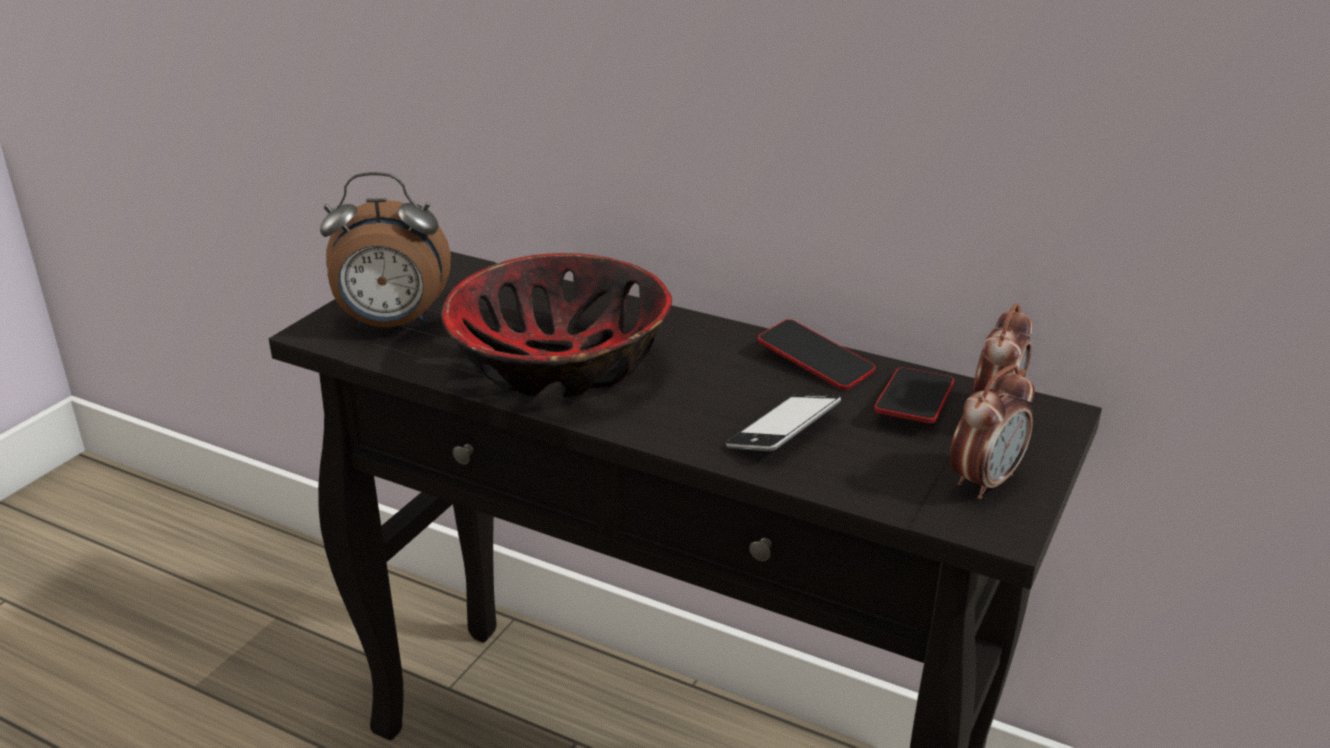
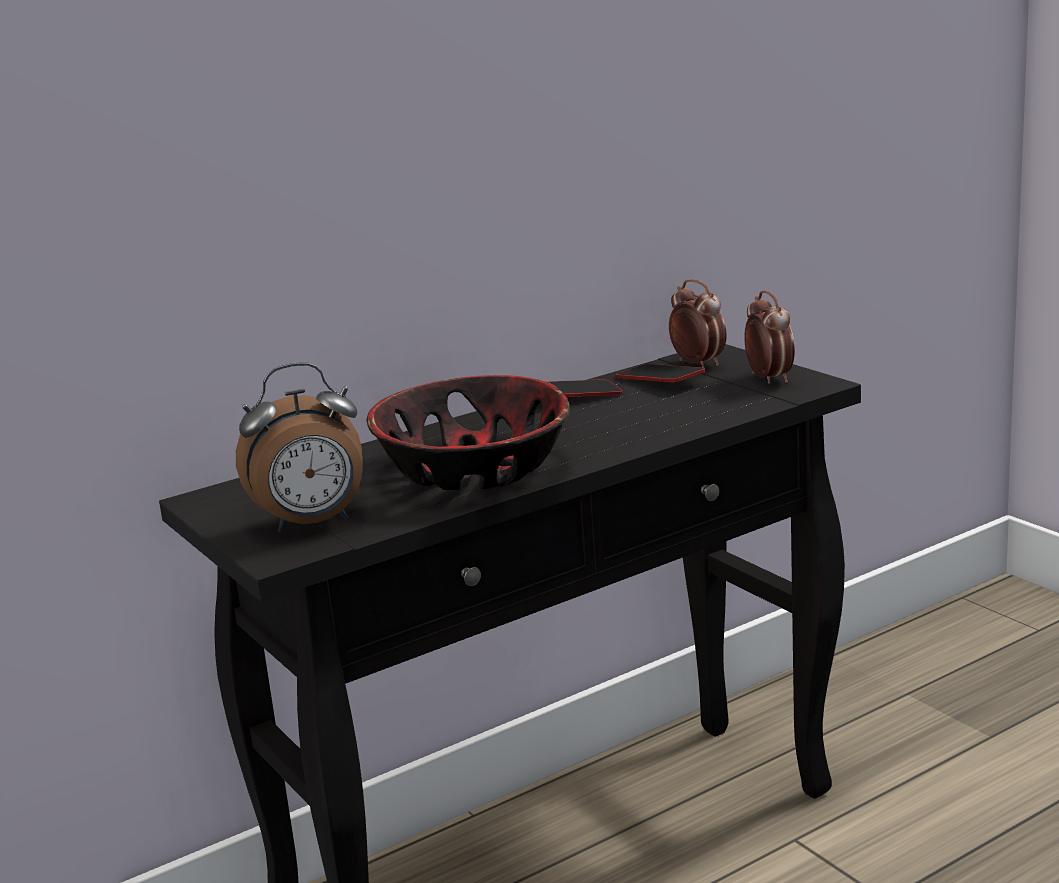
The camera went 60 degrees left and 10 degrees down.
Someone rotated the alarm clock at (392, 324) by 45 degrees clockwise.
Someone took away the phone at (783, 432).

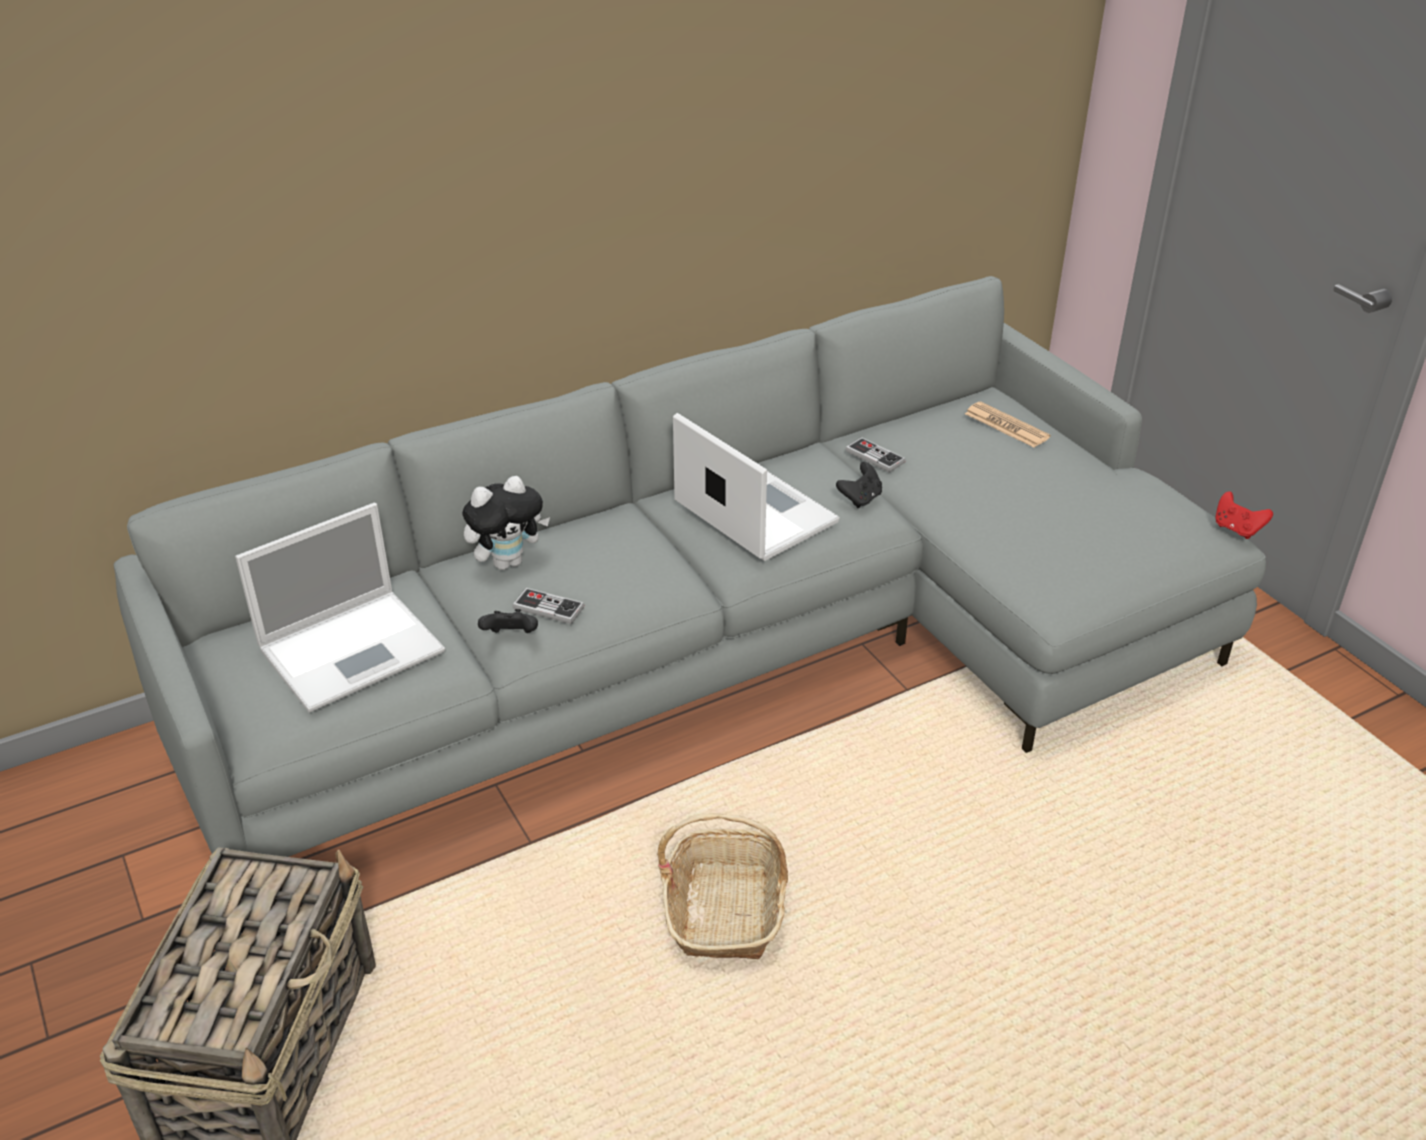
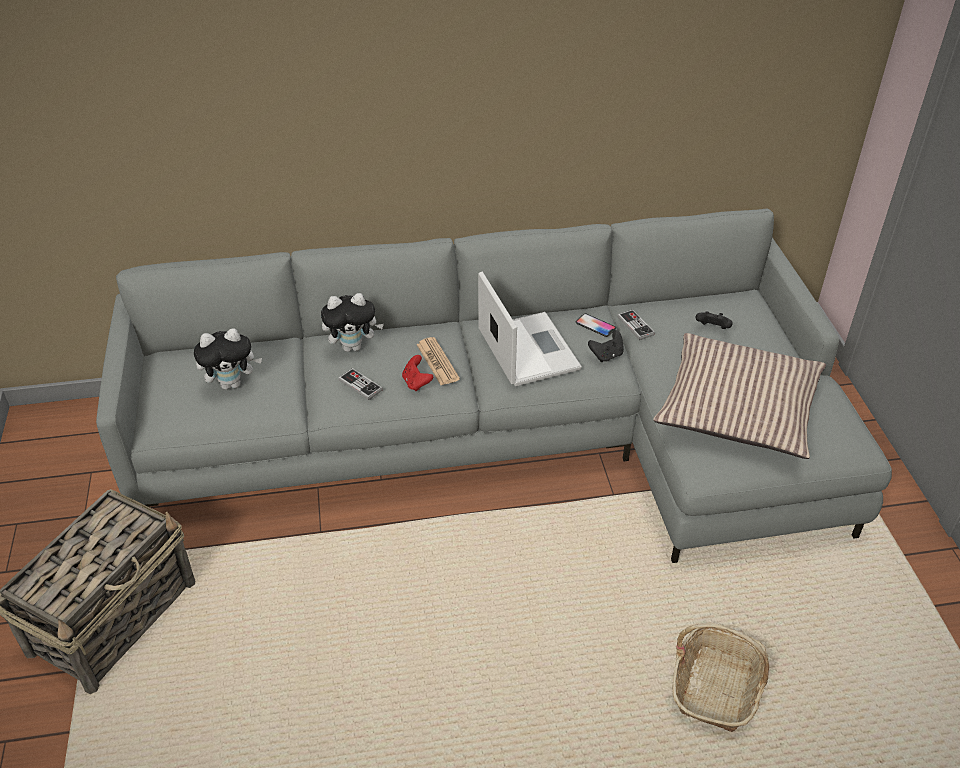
The camera went 20 degrees right and 5 degrees up.
Someone swapped the laptop at (354, 649) for the plush toy at (232, 383).
Someone carried the red game controller from (1237, 529) to (416, 383).
Someone carried the newspaper from (1006, 426) to (437, 362).
Someone put down the phone at (595, 326).
Someone put down the pillow at (738, 408).
Someone carried the basket from (725, 909) to (716, 686).
Someone carried the black game controller from (511, 637) to (712, 329).

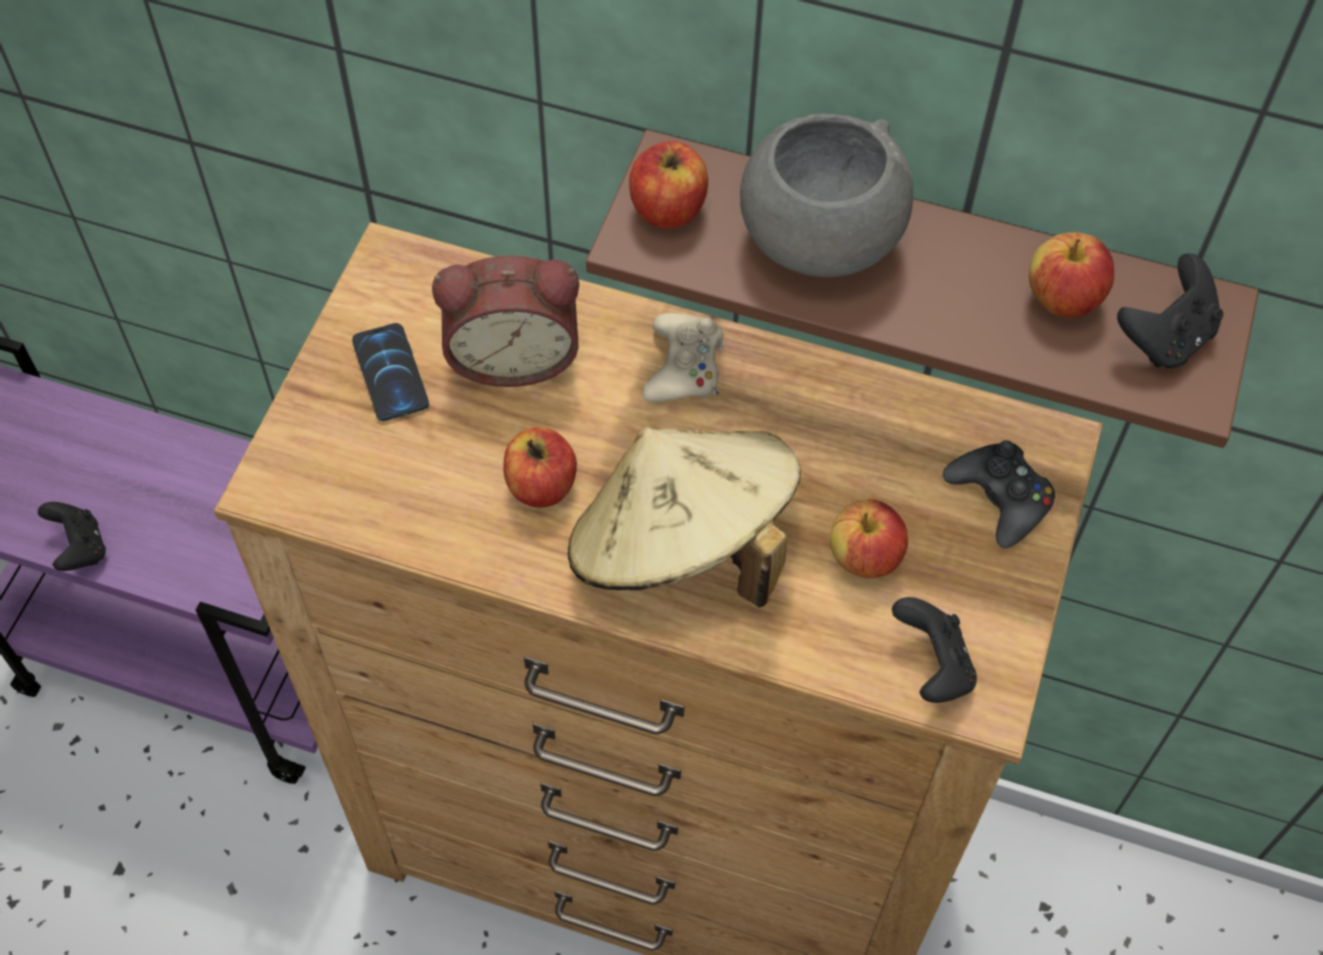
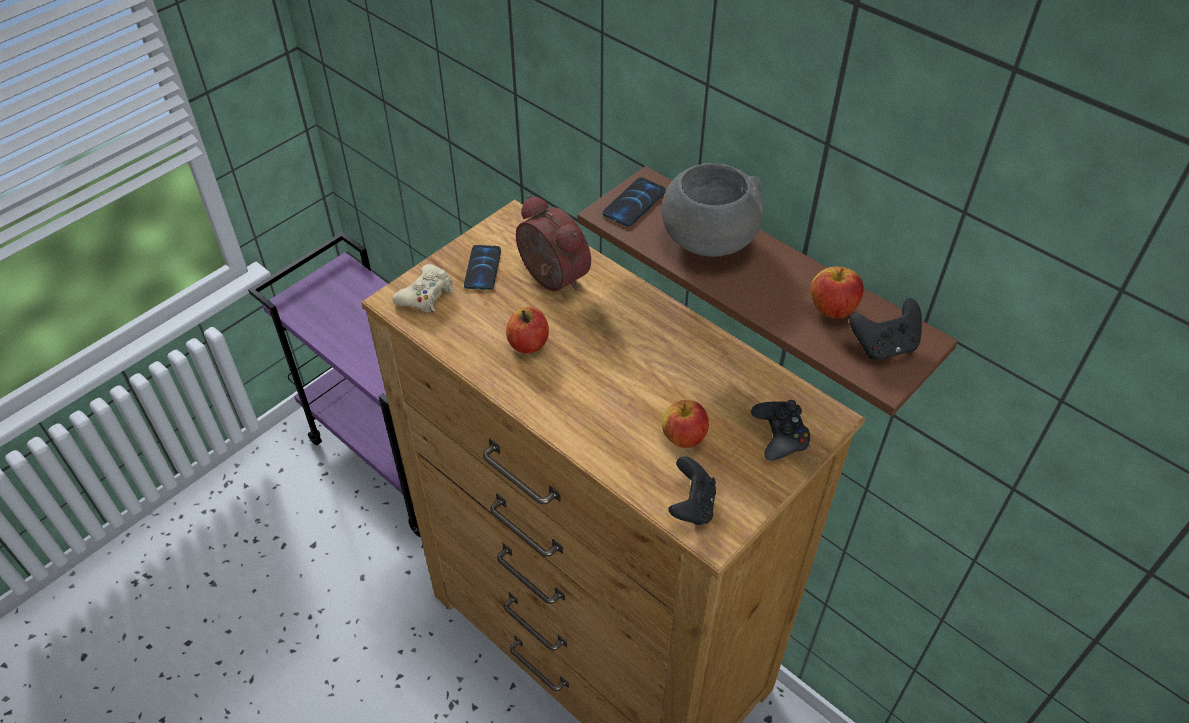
The camera went 25 degrees right and 10 degrees down.
Someone carried the beige game controller from (684, 367) to (426, 295).
Someone rotated the alarm clock at (513, 354) by 150 degrees counterclockwise.
Someone swapped the apple at (667, 208) for the phone at (634, 203).
Someone took away the black game controller at (80, 548).
Someone took away the beige hat at (681, 549).

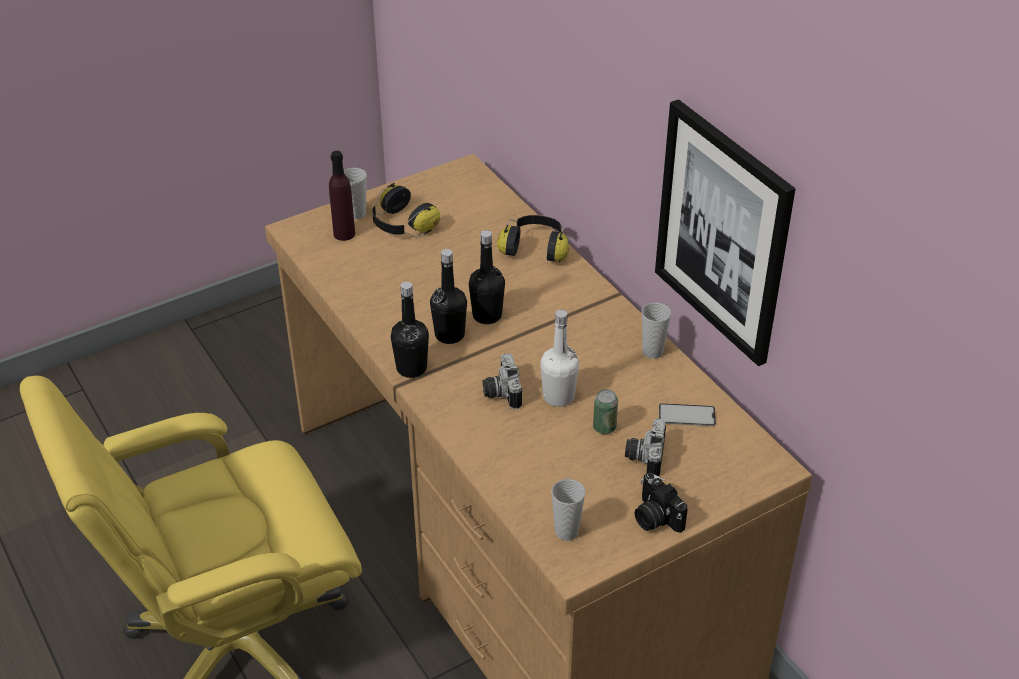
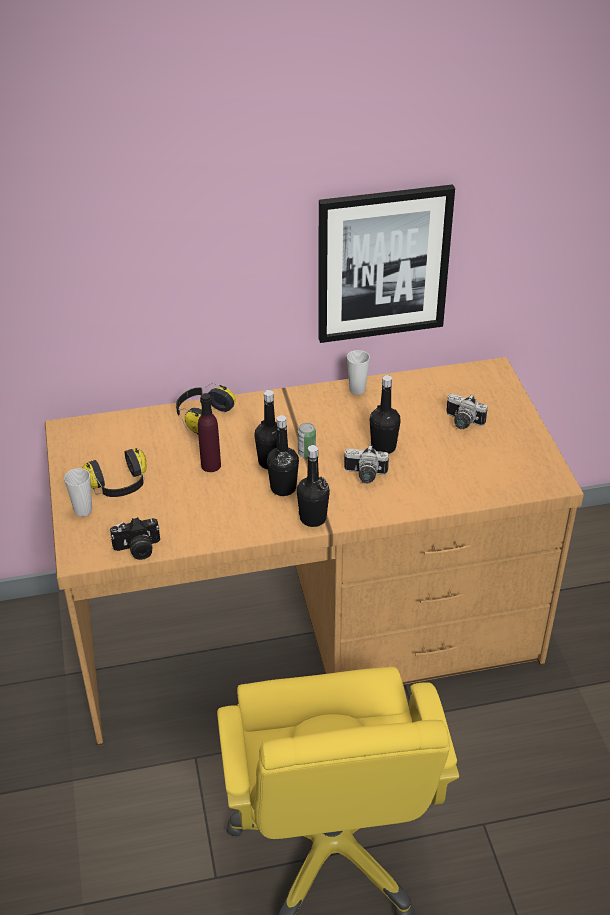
The camera went 70 degrees left and 0 degrees up.
Someone carried the photo camera from (655, 517) to (138, 549).
Someone carried the purple bottle from (344, 233) to (211, 465).
Someone carried the can from (604, 427) to (307, 453).
Someone repainted the white bottle at (558, 396), which became the black bottle at (383, 447).
Someone took away the cup at (566, 532).
Someone took away the phone at (687, 415).

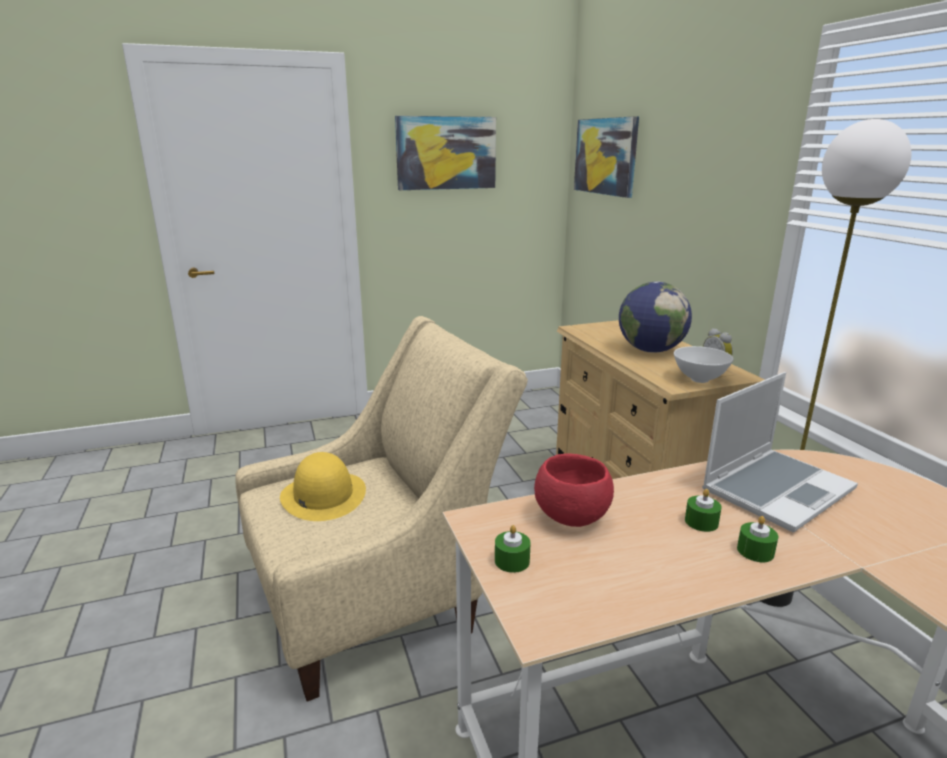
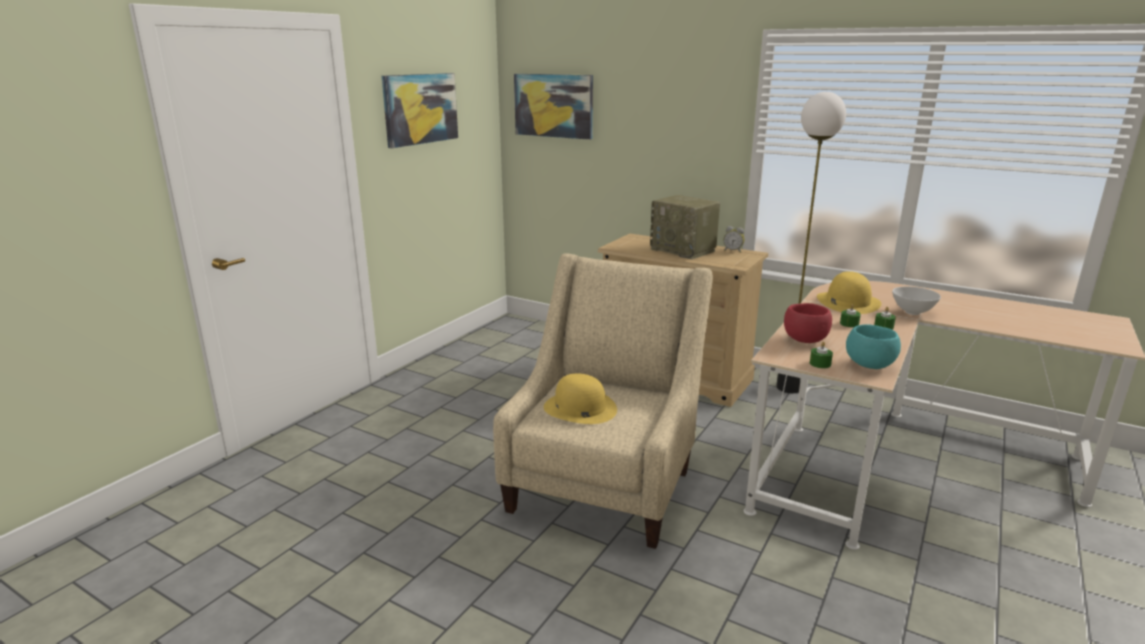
The camera went 40 degrees left and 0 degrees up.
Someone swapped the globe at (650, 350) for the radio at (684, 250).
Someone swapped the laptop at (776, 489) for the yellow hat at (847, 302).
Someone put down the turquoise bowl at (870, 365).
Someone carried the white bowl from (699, 380) to (913, 313).

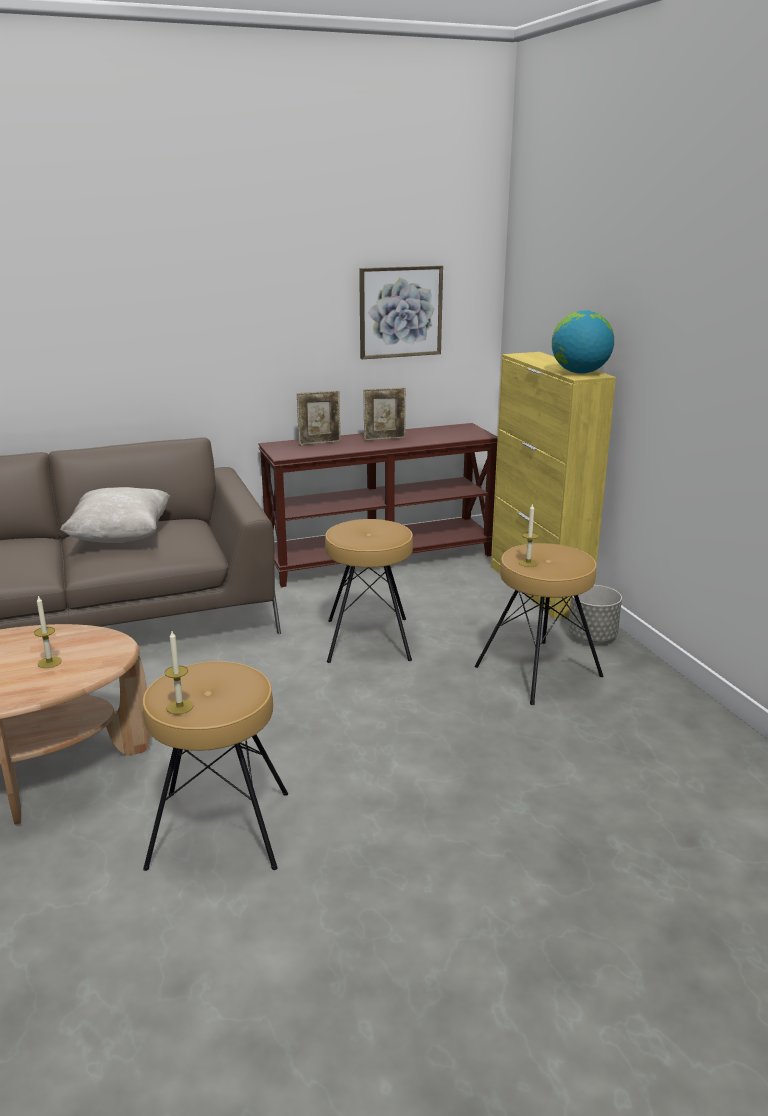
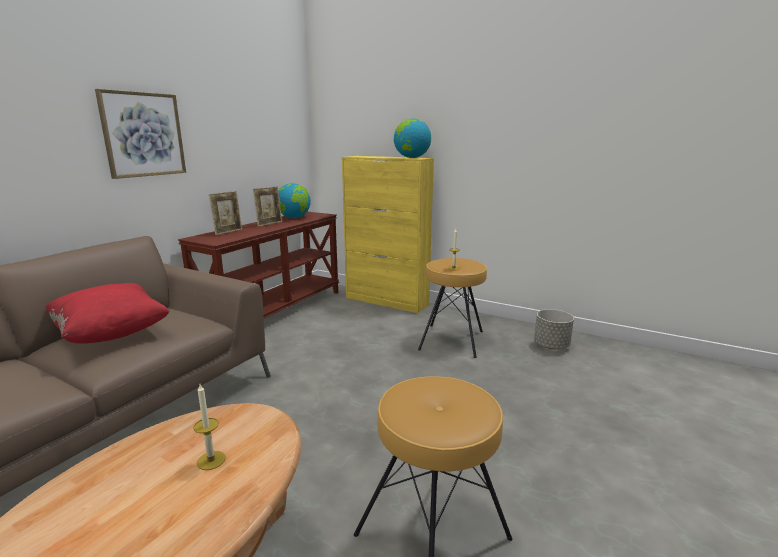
The camera went 40 degrees left and 5 degrees down.
Someone repainted the beige pillow at (121, 537), which became the red pillow at (112, 334).
Someone carried the picture from (400, 312) to (143, 134).
Someone put down the globe at (294, 218).
Someone carried the grey planter from (592, 636) to (551, 345).
Someone took away the candle at (180, 707).
Someone took away the brown stool at (369, 639).

